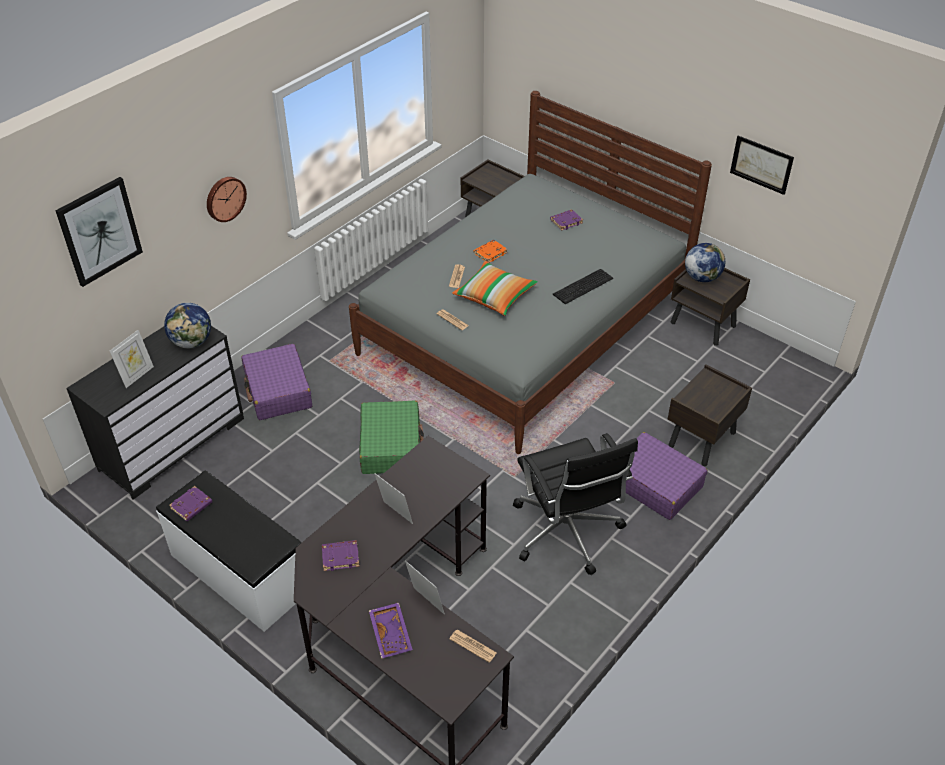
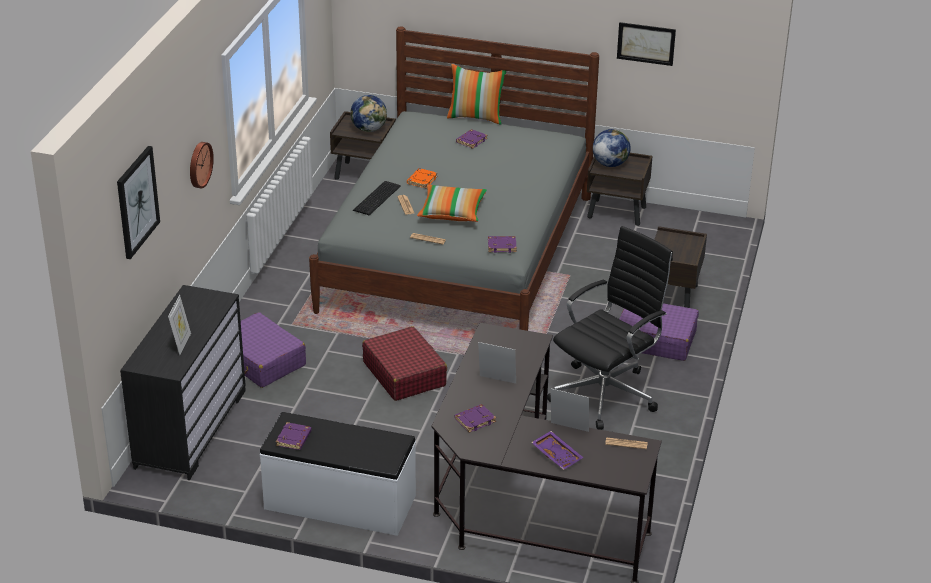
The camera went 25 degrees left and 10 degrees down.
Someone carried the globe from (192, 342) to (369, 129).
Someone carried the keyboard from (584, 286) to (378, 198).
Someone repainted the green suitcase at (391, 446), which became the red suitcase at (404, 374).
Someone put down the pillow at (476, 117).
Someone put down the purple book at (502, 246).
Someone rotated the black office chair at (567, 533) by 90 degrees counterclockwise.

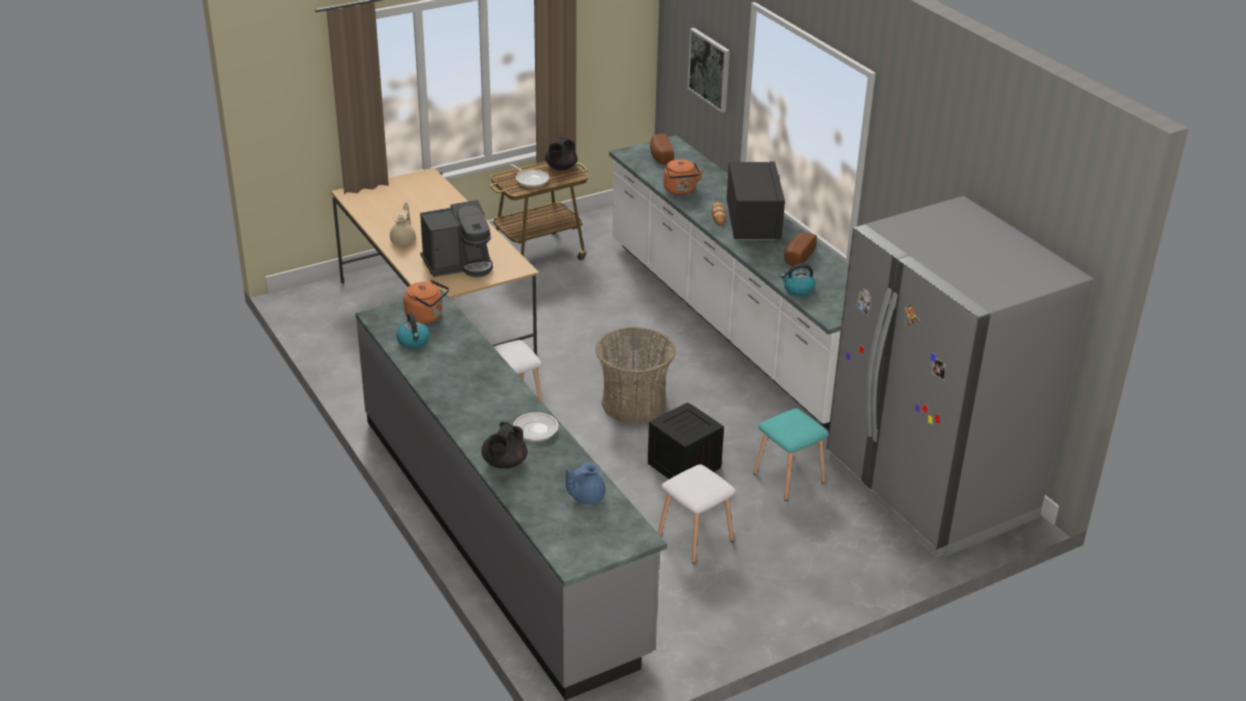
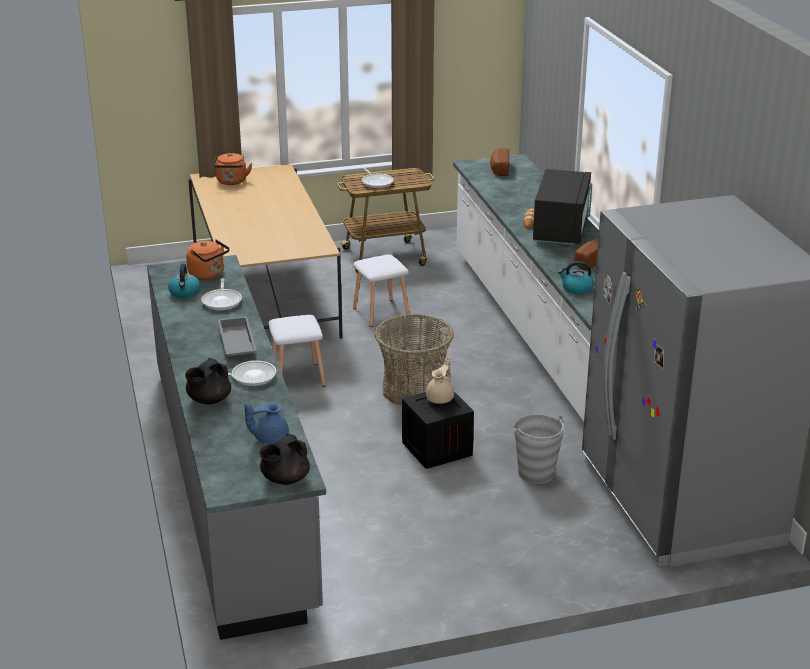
The camera went 15 degrees right and 5 degrees down.
Someone put down the frying pan at (222, 301).
Someone carried the orange kettle from (680, 191) to (231, 182).
Someone put down the grey tray at (236, 343).
Someone carried the black teapot from (560, 168) to (284, 479).
Someone carried the white stool from (696, 538) to (382, 313).
Someone carried the beige teapot from (404, 240) to (441, 398).
Someone swapped the turquoise stool at (788, 478) for the grey bucket at (536, 474).
Someone took away the coffee machine at (459, 264).
Someone took away the picture at (710, 69).

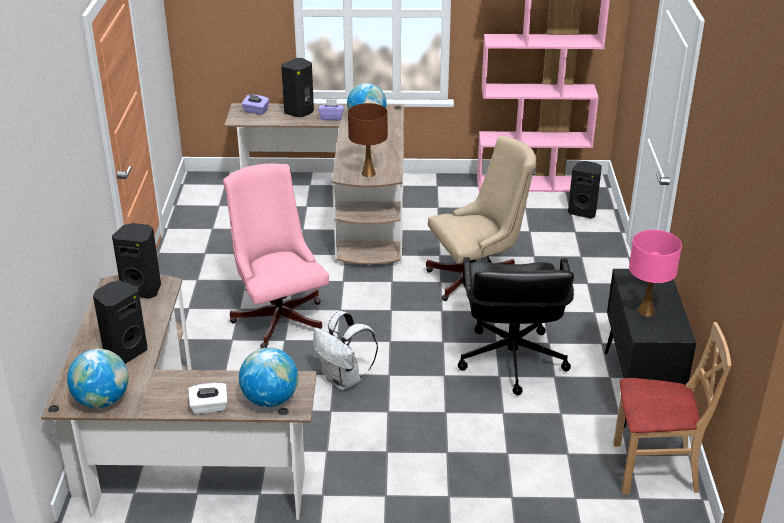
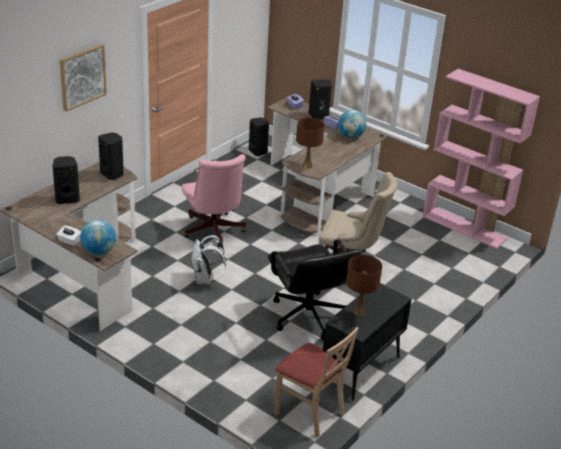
The camera went 35 degrees right and 0 degrees up.
Someone put up the picture at (82, 77).
Someone rotated the pink office chair at (279, 316) by 150 degrees clockwise.
Someone carried the black speaker from (583, 211) to (258, 152).
Someone rotated the black office chair at (511, 360) by 60 degrees counterclockwise.
Someone repainted the pink table lamp at (646, 311), which became the brown table lamp at (359, 311).
Someone took away the globe at (102, 400).

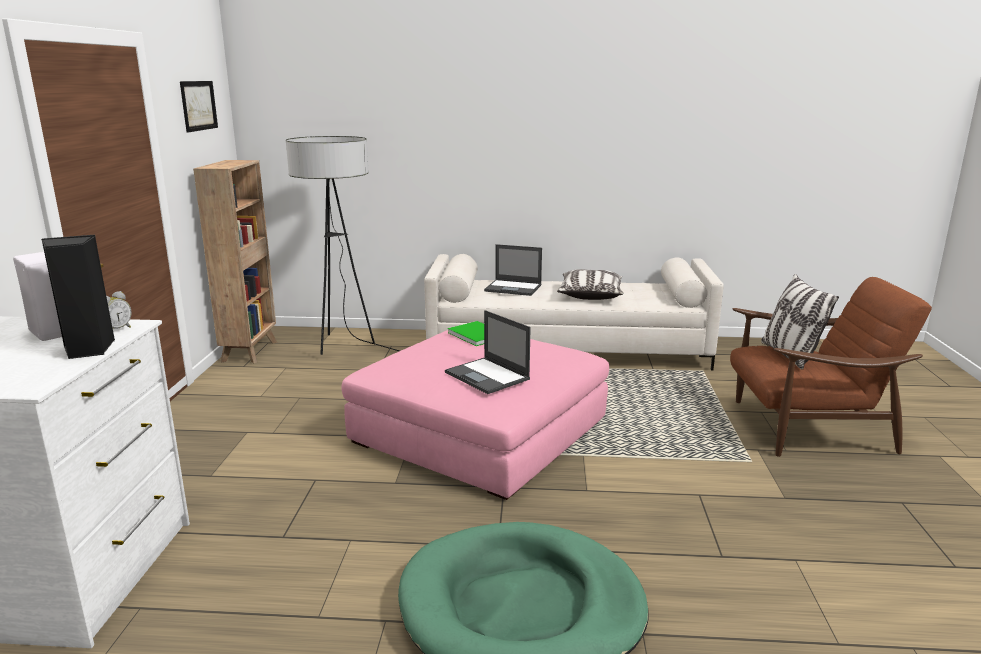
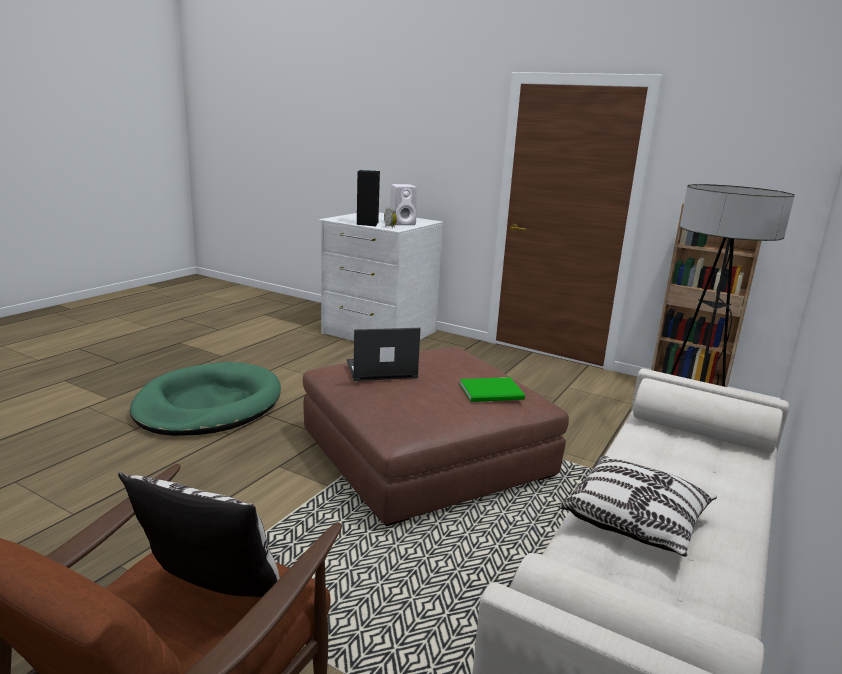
The camera went 115 degrees right and 0 degrees up.
Someone repainted the pink ottoman at (480, 431), which became the brown ottoman at (426, 453).
Someone took away the picture at (198, 105).
Someone took away the laptop at (514, 288).

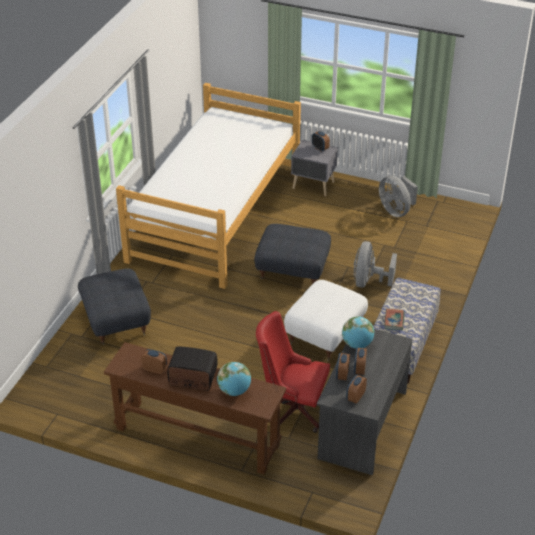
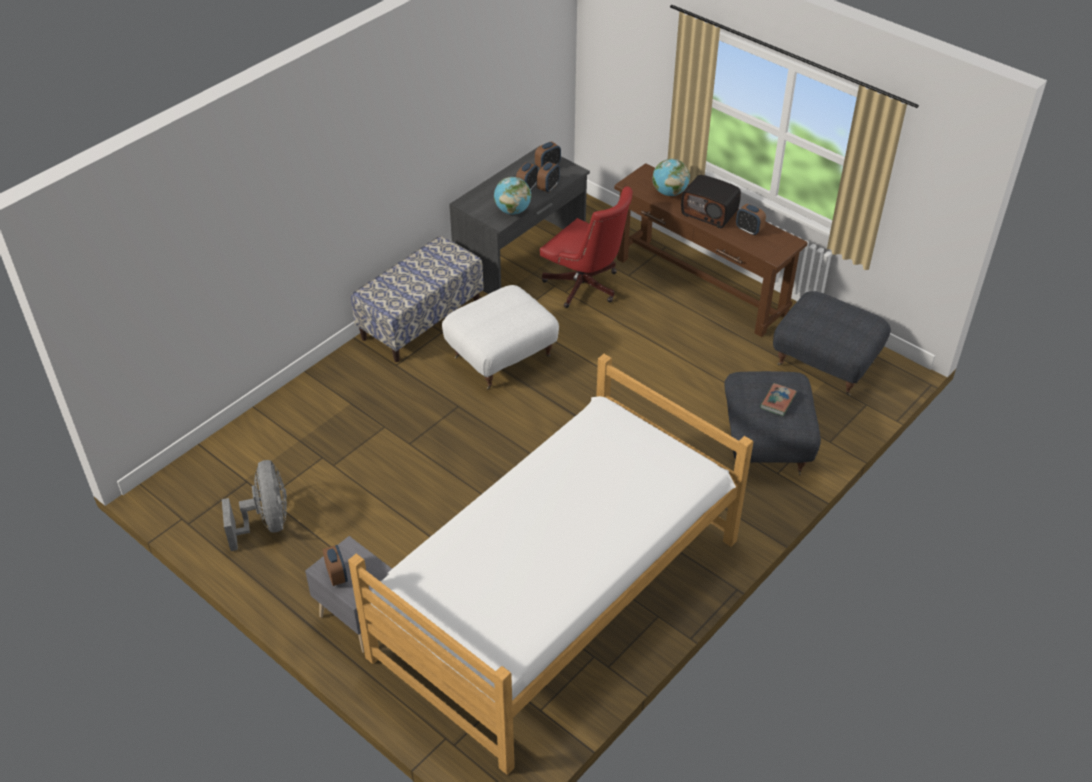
The camera went 160 degrees left and 5 degrees up.
Someone carried the book from (394, 321) to (777, 401).
Someone carried the grey ottoman from (292, 271) to (826, 362).
Someone took away the grey fan at (368, 281).

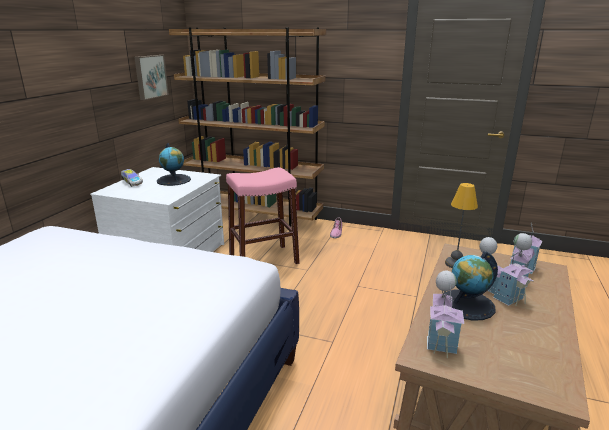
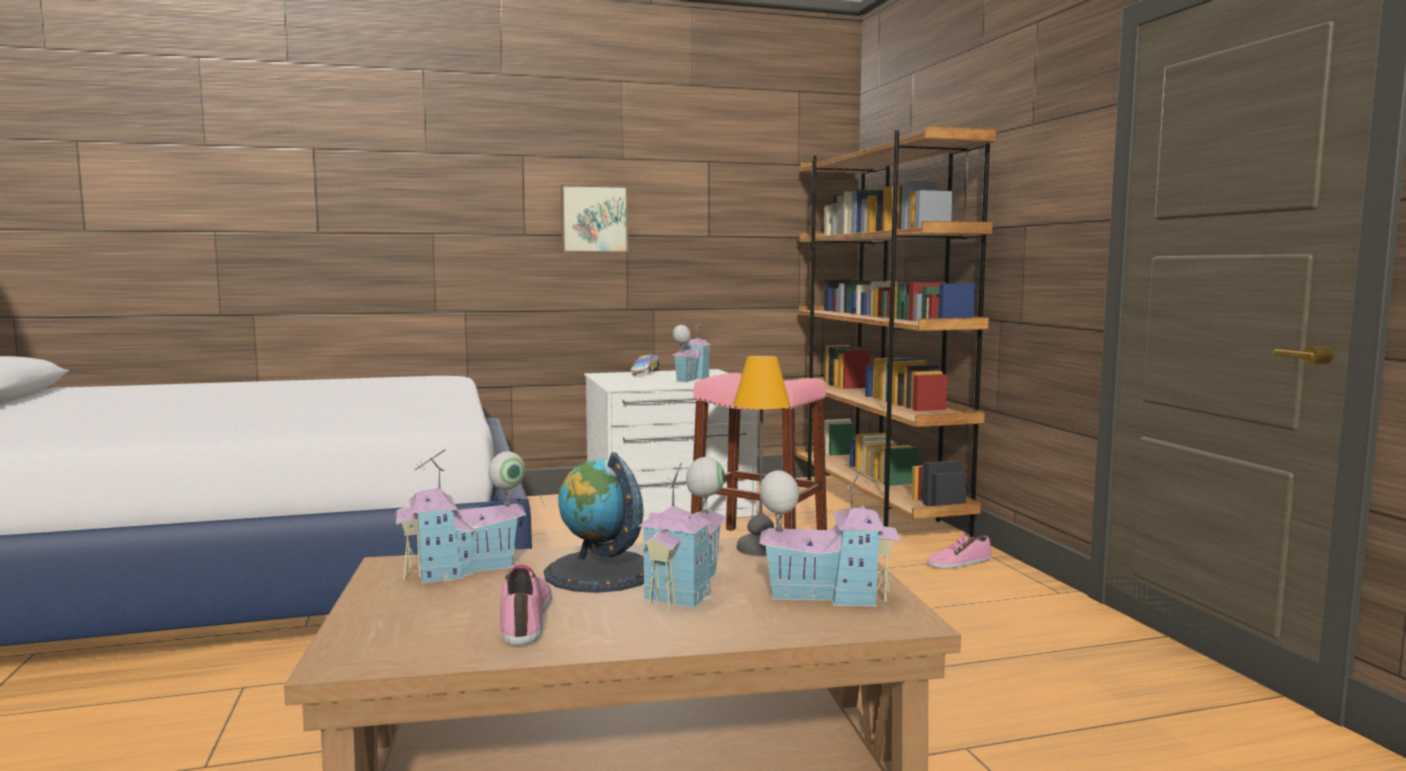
The camera went 55 degrees right and 15 degrees down.
Someone put down the shoe at (526, 617).
Someone carried the picture from (150, 76) to (594, 219).
Someone swapped the globe at (174, 180) for the toy house at (690, 379).

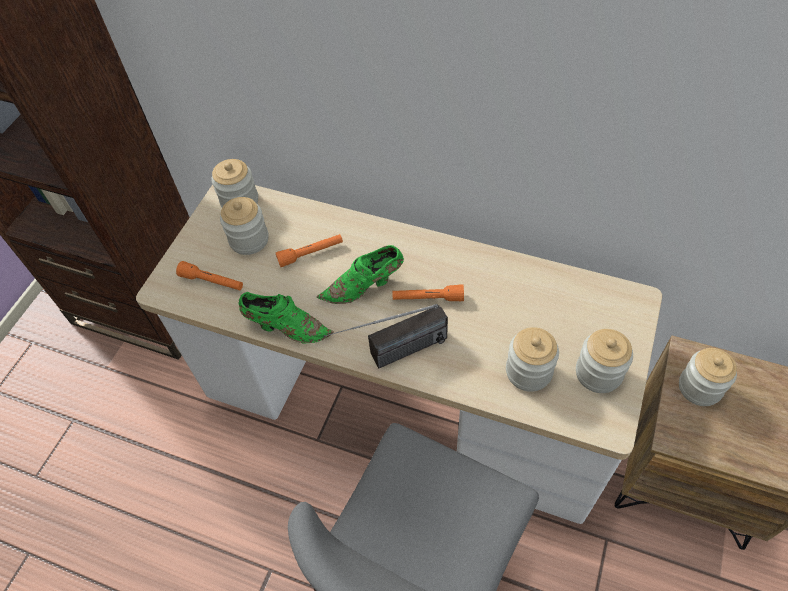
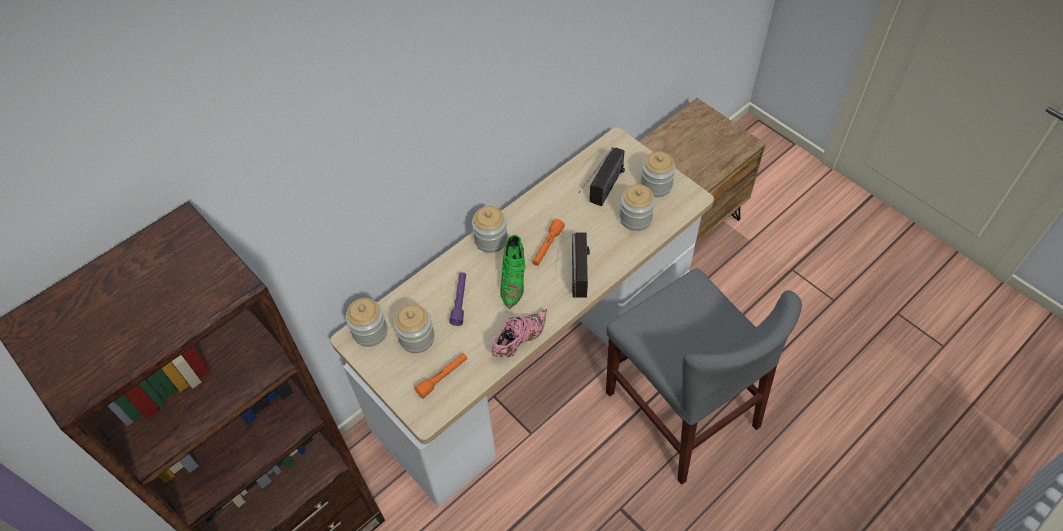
The camera went 65 degrees left and 0 degrees up.
Someone repainted the orange flashlight at (311, 253), which became the purple flashlight at (460, 301).
Someone carried the jar from (699, 387) to (491, 240).
Someone repainted the green shoe at (286, 327), which became the pink shoe at (518, 341).
Someone put down the radio at (602, 196).

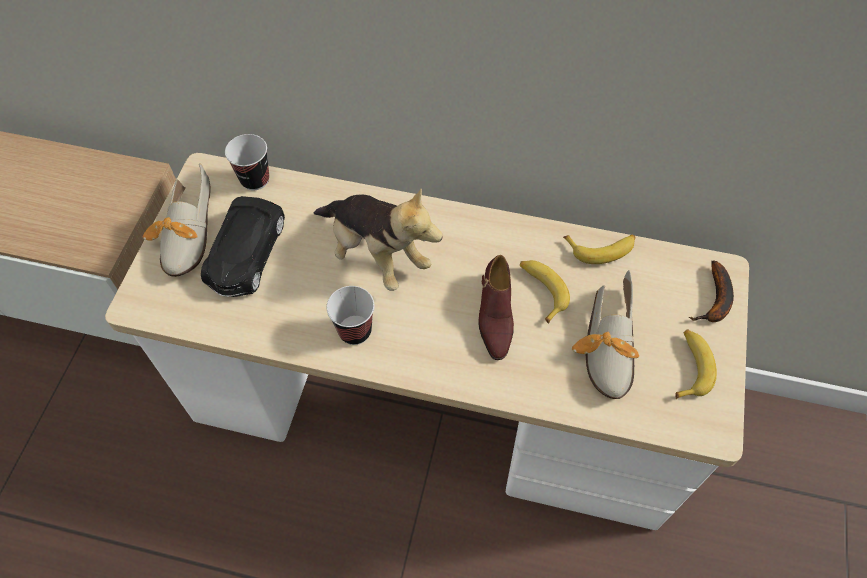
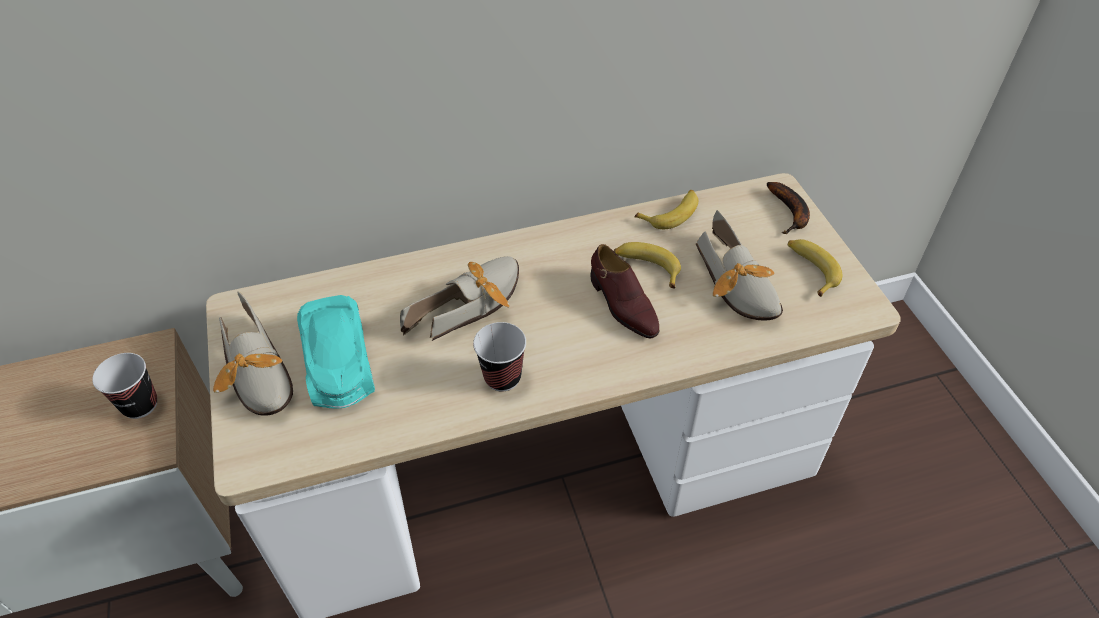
The camera went 30 degrees left and 10 degrees down.
Someone carried the cup from (255, 179) to (140, 405).
Someone repainted the black toy car at (246, 254), which became the turquoise toy car at (338, 361).
Someone swapped the plush toy at (376, 254) for the shoe at (473, 304).

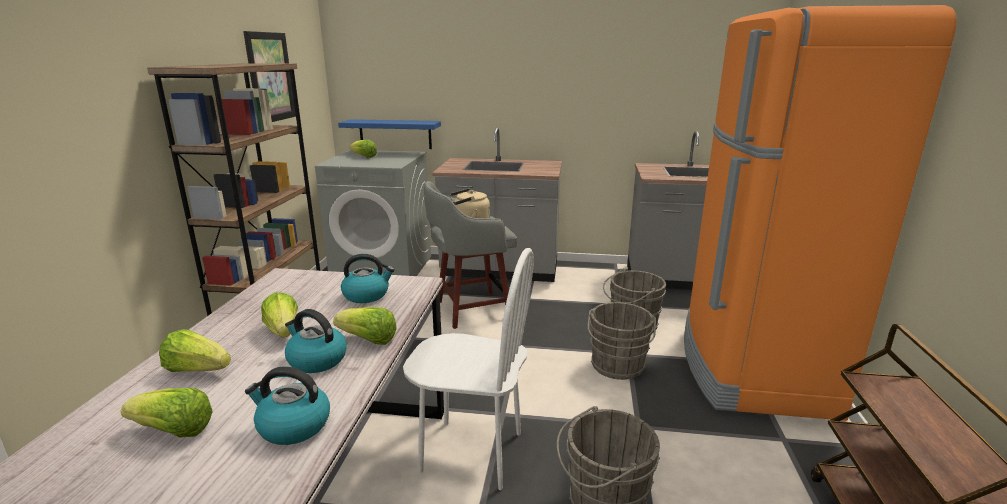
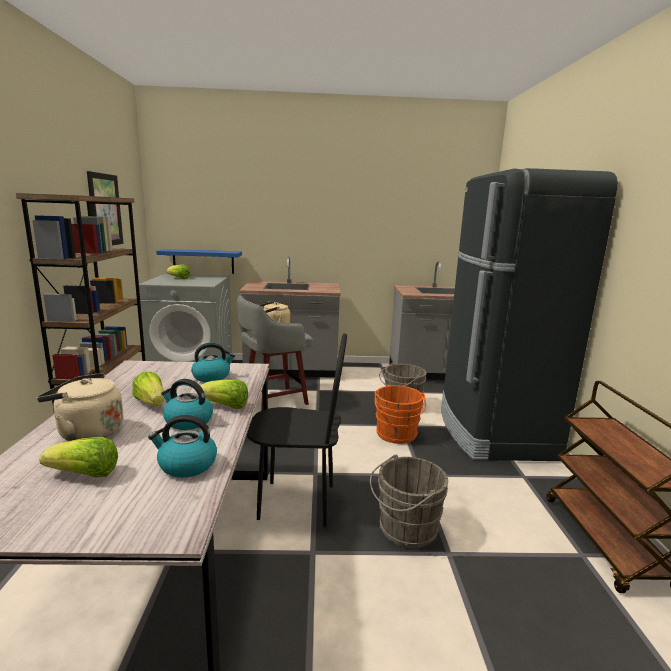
The camera went 10 degrees left and 5 degrees down.
Someone swapped the lettuce at (197, 370) for the beige kettle at (87, 432).
Someone repainted the white chair at (471, 452), which became the black chair at (296, 502).
Someone repainted the grey bucket at (617, 367), which became the orange bucket at (396, 435).
Someone repainted the orange fridge at (752, 370), which became the black fridge at (493, 432).

